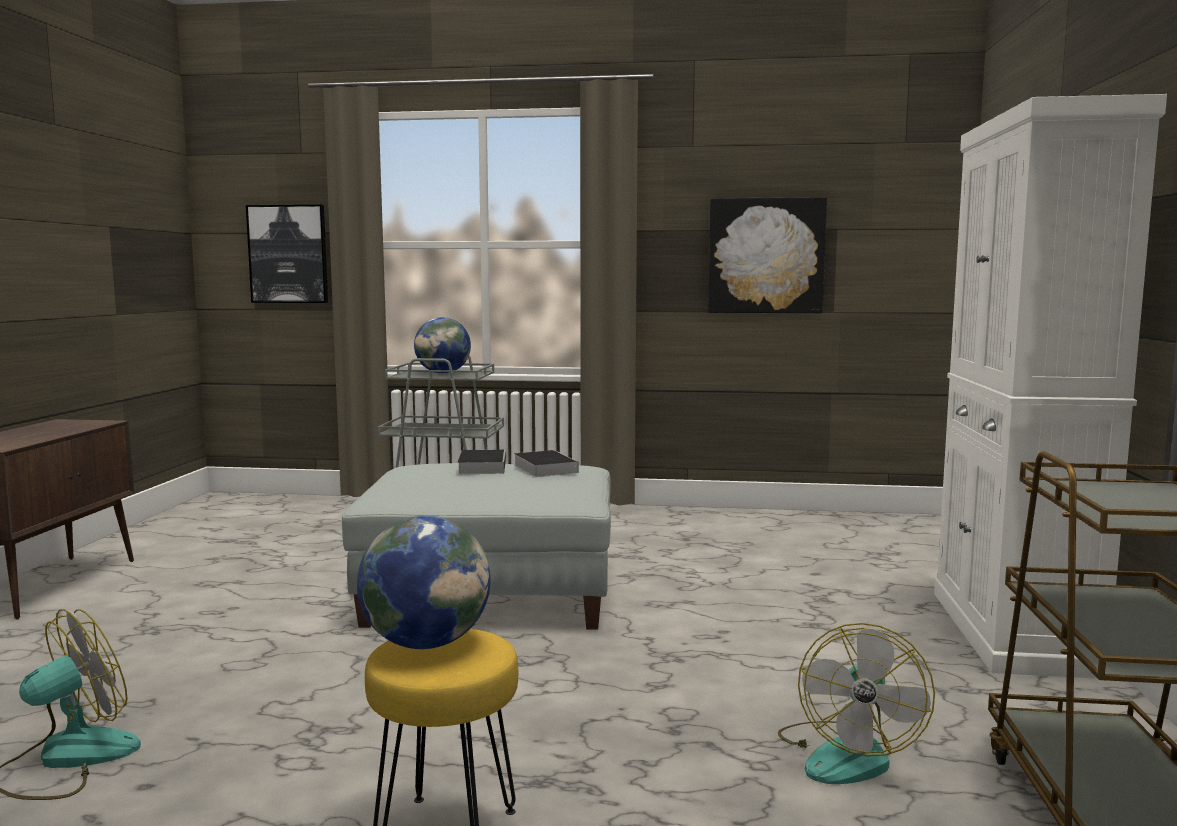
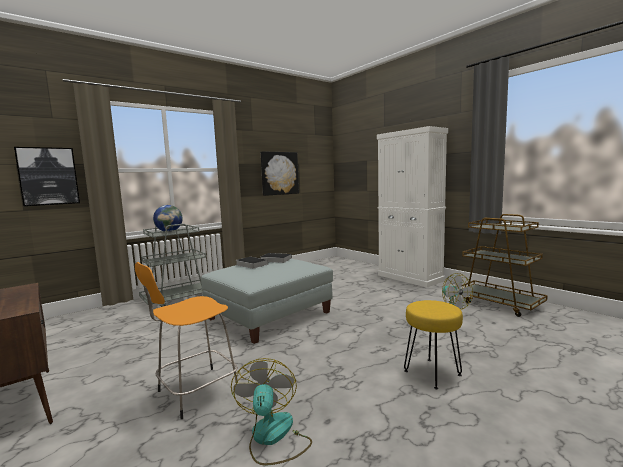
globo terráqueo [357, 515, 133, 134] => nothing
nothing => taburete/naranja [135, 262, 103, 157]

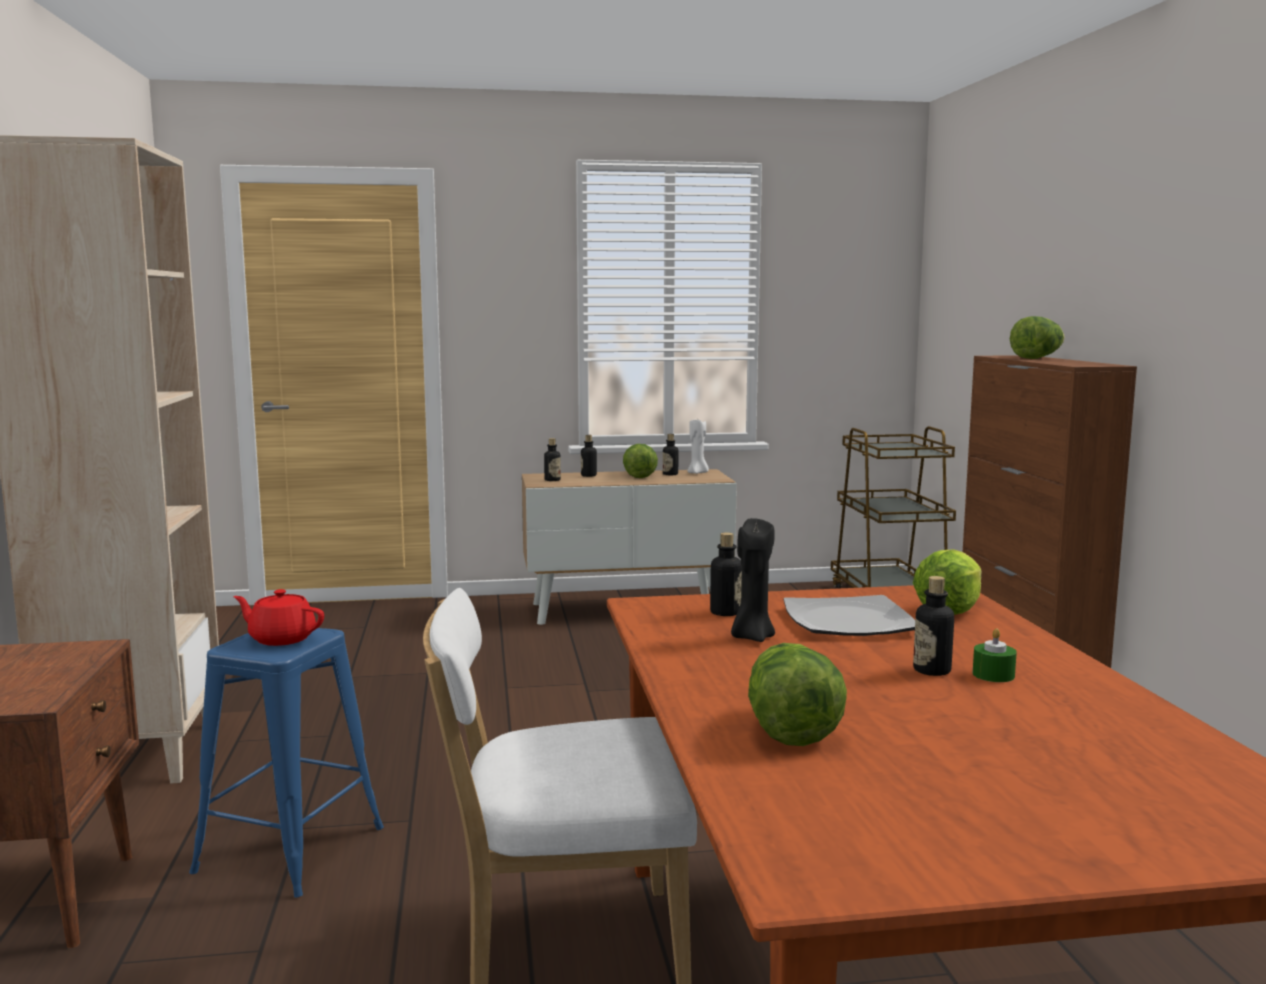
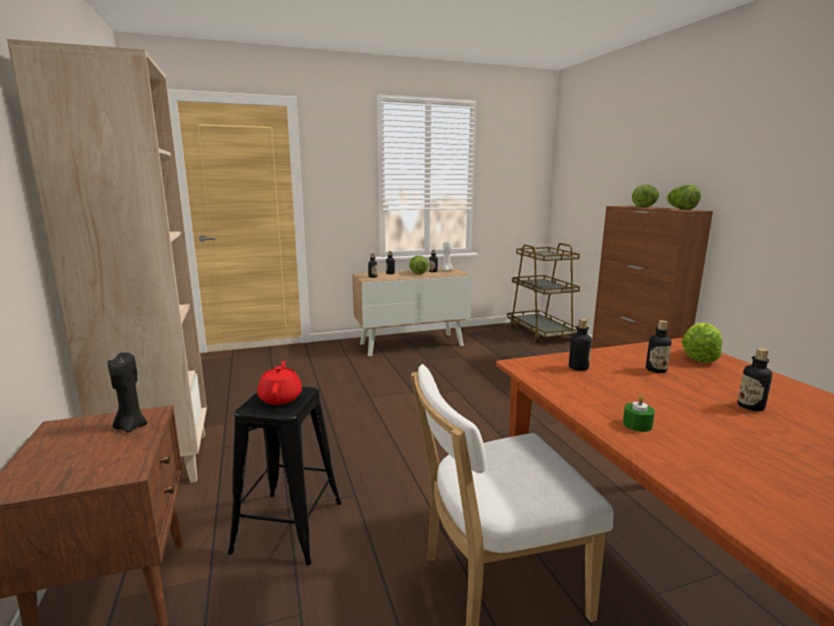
vela/negro [731, 518, 44, 124] => vela/negro [108, 352, 39, 81], move
lechuga [748, 643, 99, 103] => lechuga [666, 185, 35, 25], move
vela/verde [972, 629, 45, 53] => vela/verde [623, 395, 32, 37], move
plato [783, 595, 132, 41] => botella [646, 320, 25, 53]
taburete/azul [189, 628, 195, 270] => taburete/negro [228, 387, 114, 179]
tetera/rojo [233, 589, 91, 57] => tetera/rojo [257, 361, 45, 44], 75 degrees clockwise

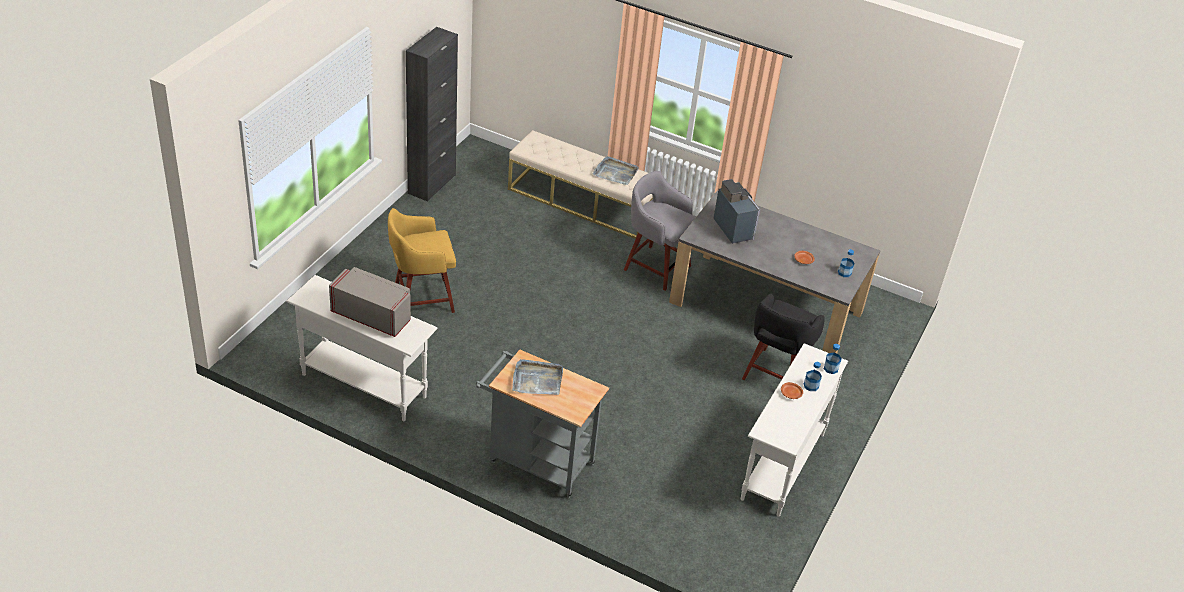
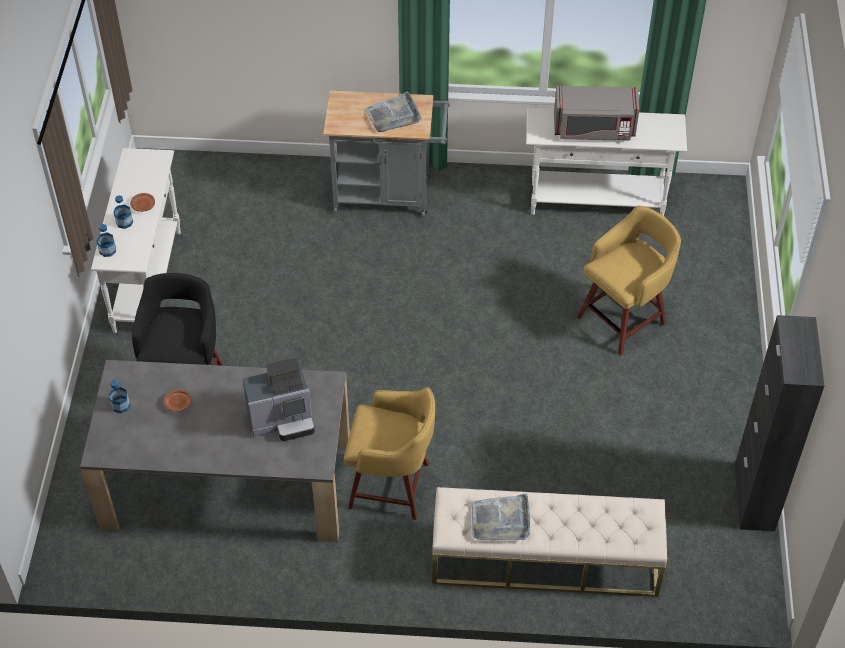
taburete/gris [624, 171, 72, 120] => taburete/amarillo [344, 387, 91, 133]
cafetera [713, 179, 47, 65] => cafetera [242, 358, 73, 83], 60 degrees counterclockwise

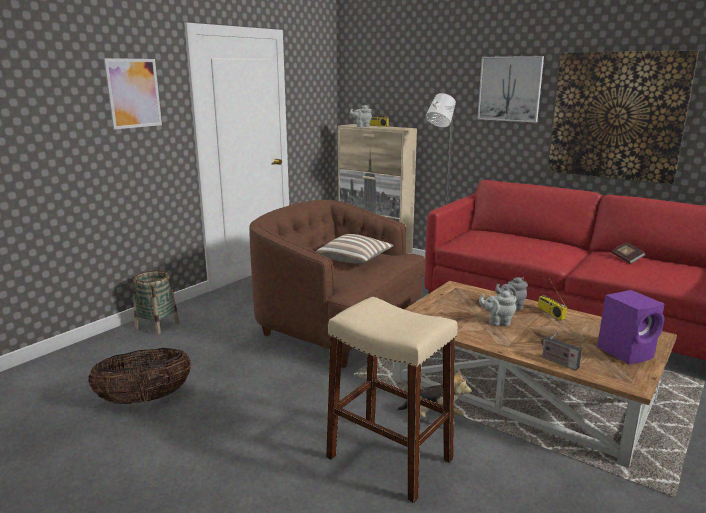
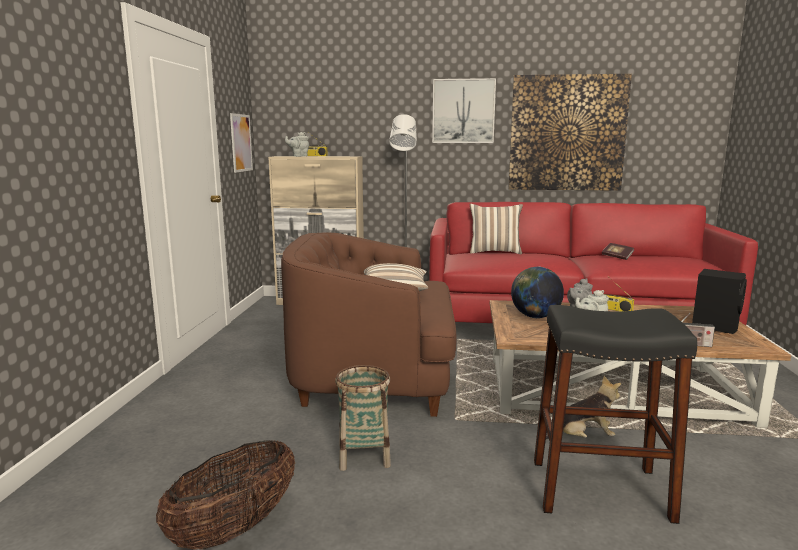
nothing => cojín [470, 204, 53, 50]
nothing => globo terráqueo [511, 266, 53, 52]
cuadro [104, 58, 58, 71] => cuadro [230, 113, 23, 60], move
cesta [133, 270, 46, 65] => cesta [335, 365, 56, 106], move
taburete/beis [326, 297, 132, 206] => taburete/negro [534, 305, 163, 219]
altavoz/morado [597, 290, 68, 74] => altavoz/negro [692, 269, 55, 65]

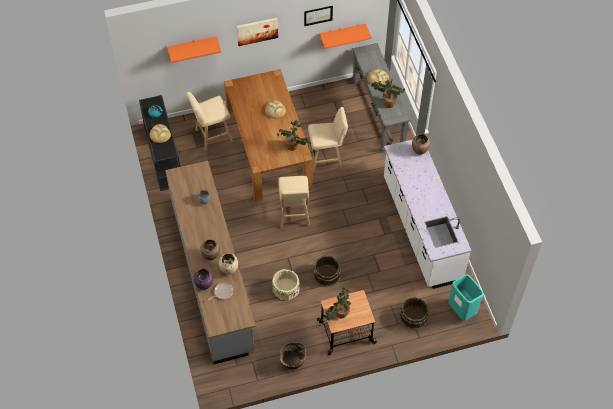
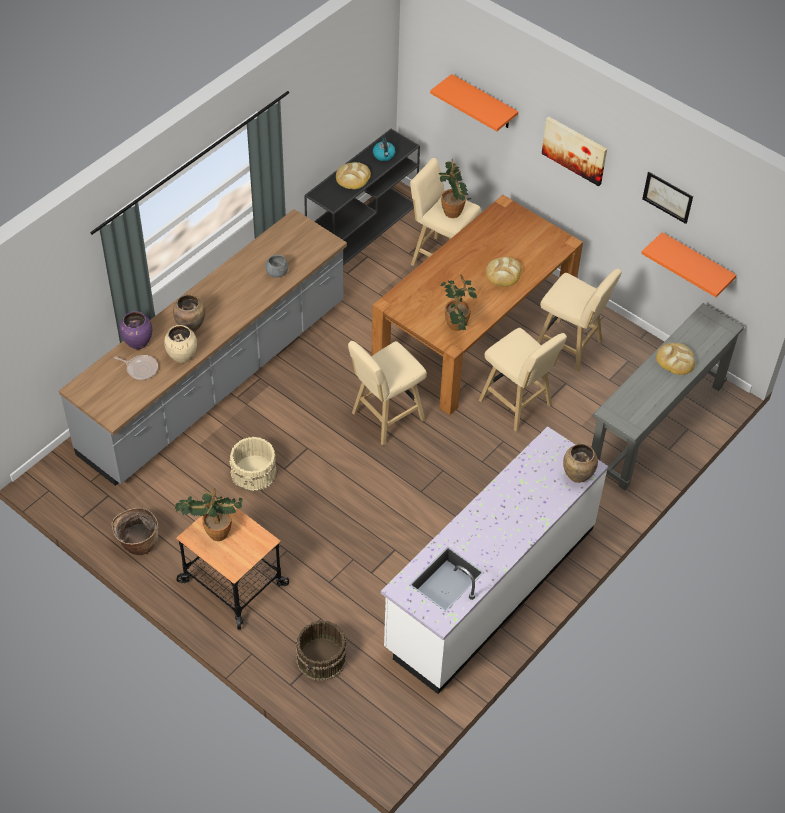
cubo/marrón [313, 255, 28, 32] => nothing
papelera/turquesa [449, 274, 35, 47] => nothing
nothing => taburete/beis [537, 269, 85, 104]
planta en maceta [371, 78, 34, 30] => planta en maceta [439, 159, 33, 59], move

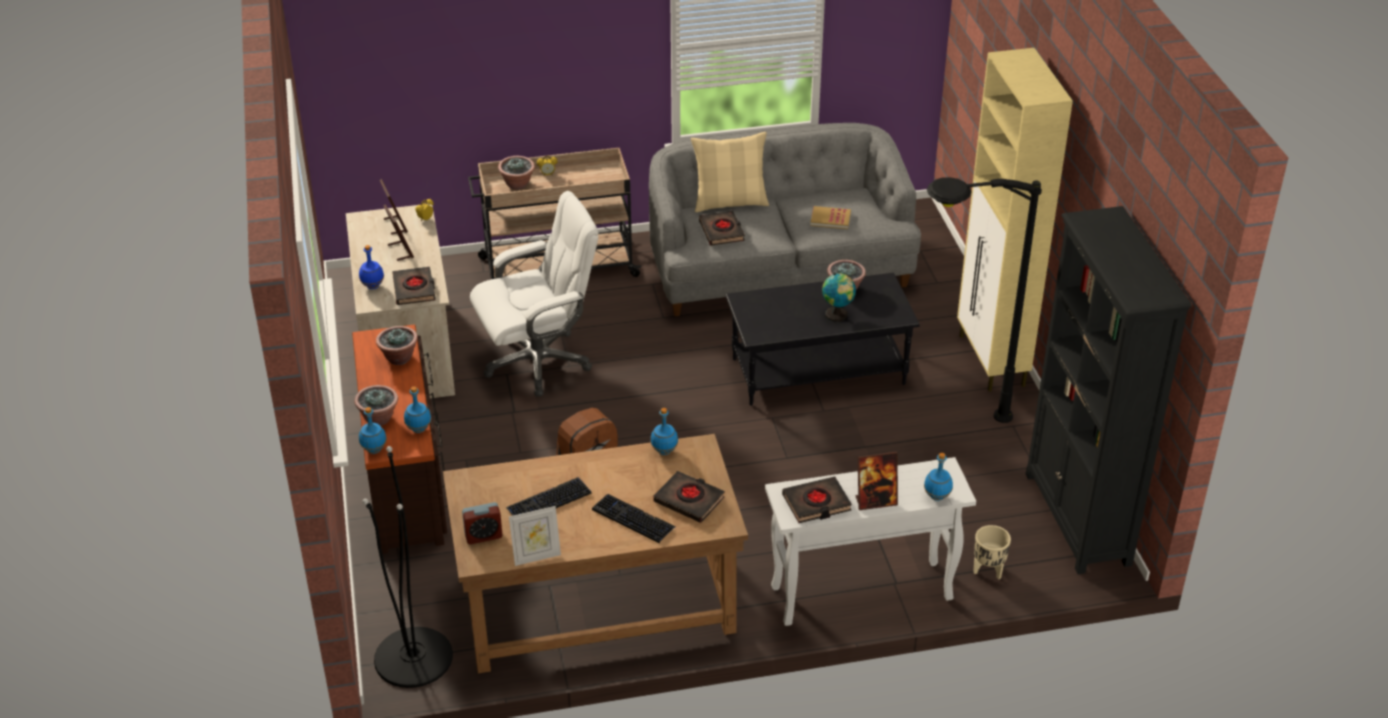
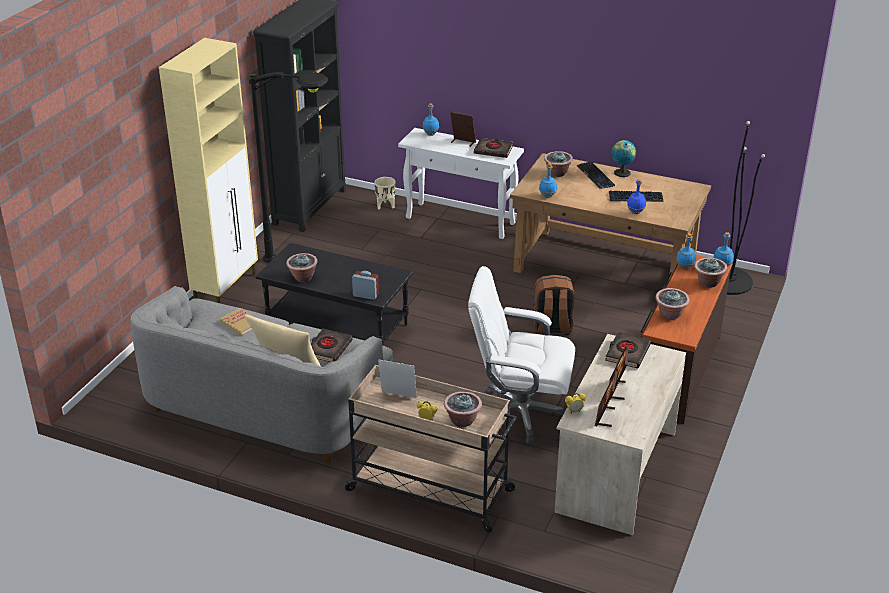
botella/azul [359, 245, 25, 44] => botella/azul [627, 179, 19, 35], move
despertador [462, 502, 40, 42] => despertador [352, 271, 27, 29], move
portarretratos [509, 506, 52, 60] => portarretratos [378, 359, 39, 39], move
globo terráqueo [822, 273, 34, 48] => globo terráqueo [612, 140, 24, 37], move
libro/negro [653, 471, 72, 52] => planta en maceta [544, 151, 29, 26]

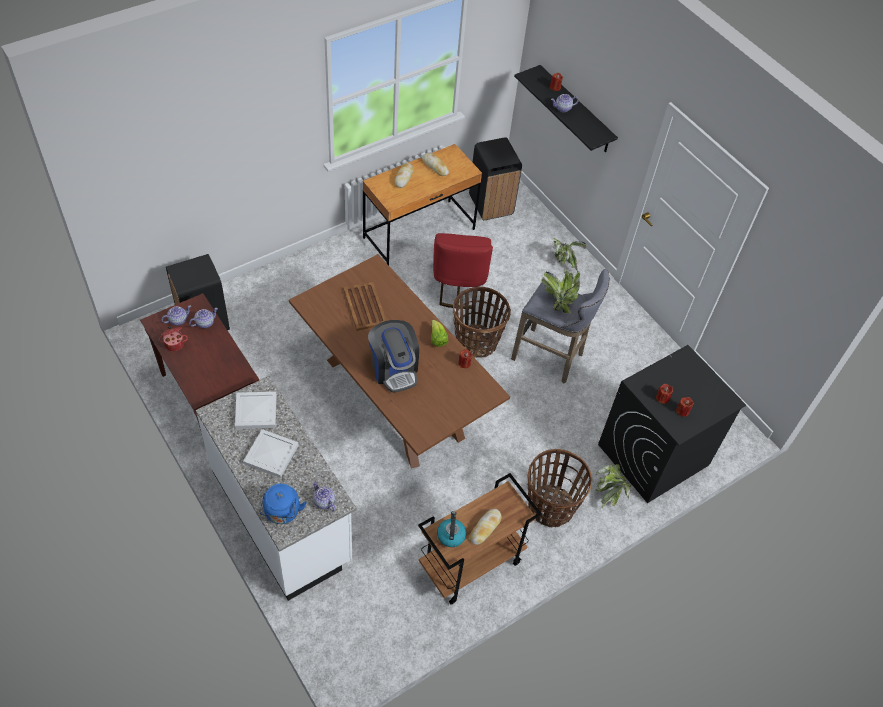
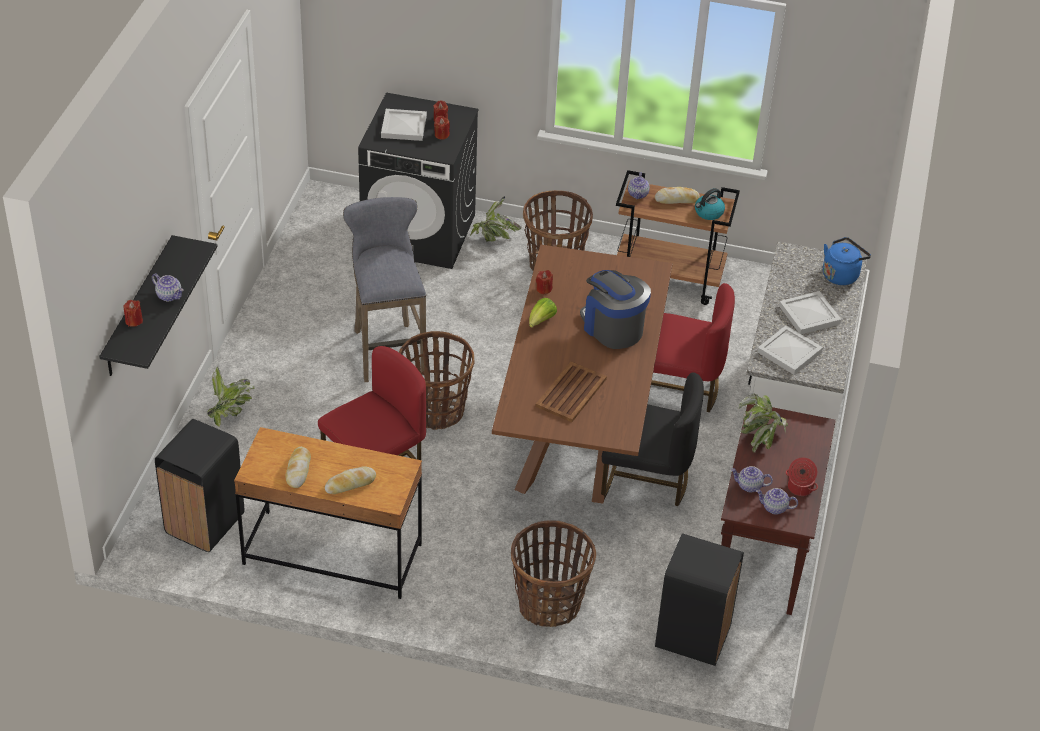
nothing => bandeja/blanco [381, 109, 46, 32]
nothing => cesta [511, 520, 85, 107]
nothing => silla/negro [601, 372, 103, 134]
nothing => silla/rojo [651, 283, 84, 129]
tetera [313, 481, 22, 30] => tetera [628, 172, 22, 27], move
planta en maceta [542, 269, 39, 44] => planta en maceta [739, 394, 49, 59], move
cafetera [368, 320, 51, 73] => cafetera [580, 270, 71, 79], 60 degrees counterclockwise

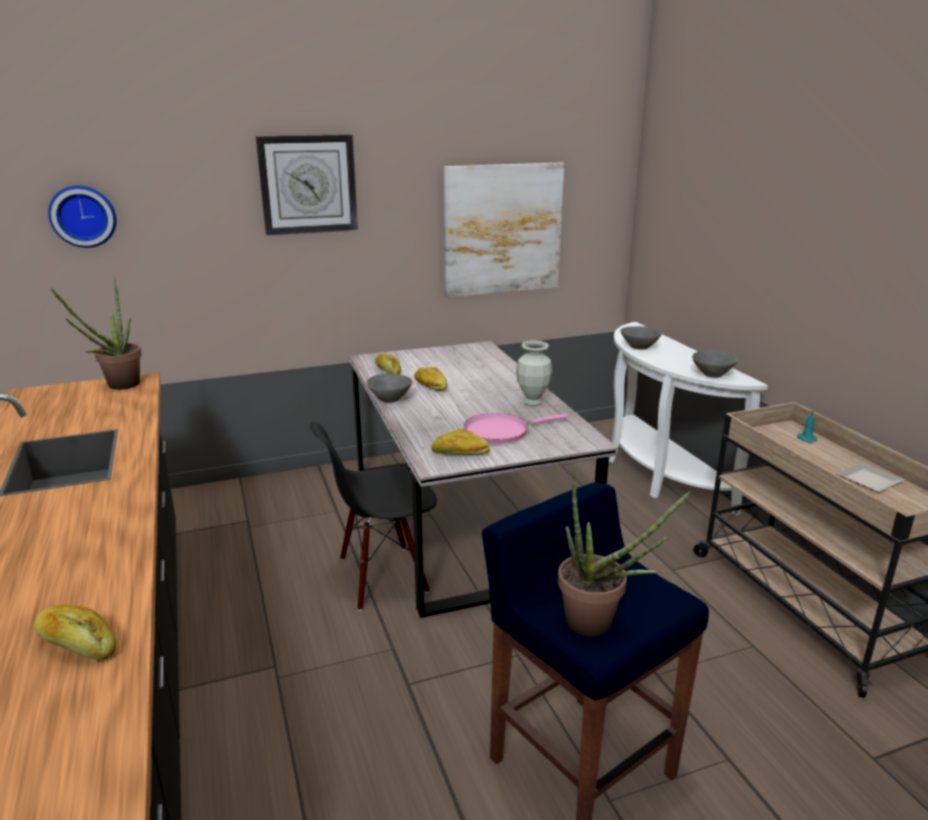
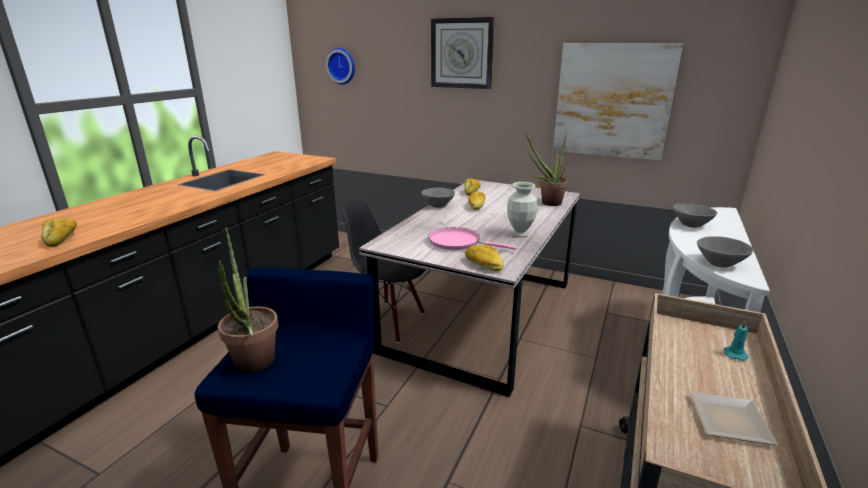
planta en maceta [51, 276, 91, 114] => planta en maceta [525, 132, 44, 74], move
pan [431, 429, 59, 26] => pan [465, 245, 39, 26], move

